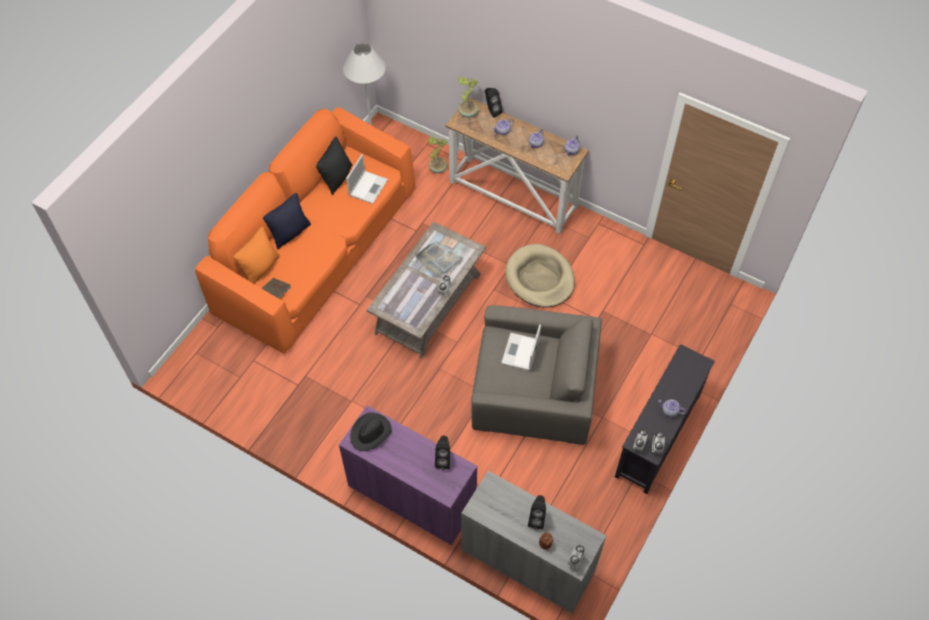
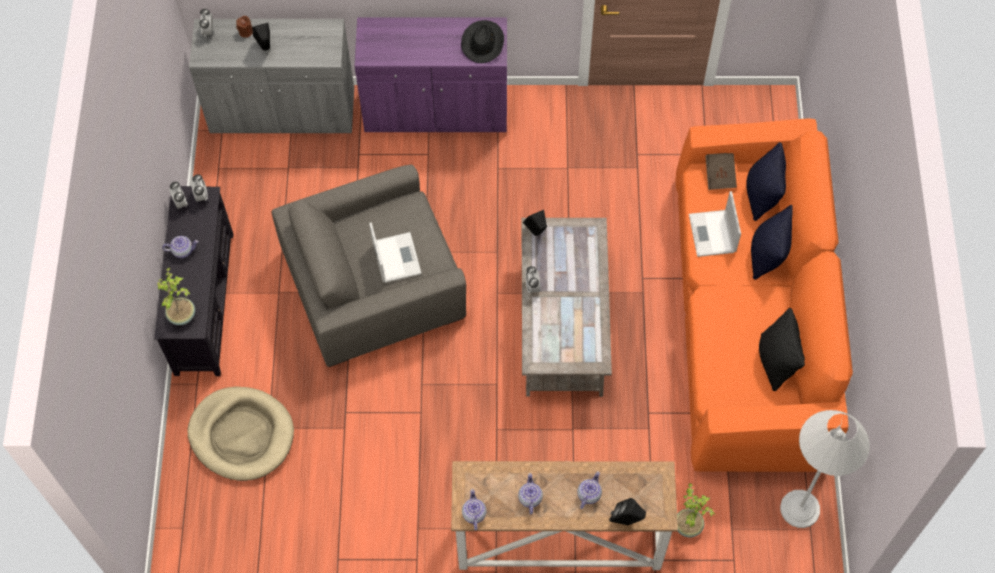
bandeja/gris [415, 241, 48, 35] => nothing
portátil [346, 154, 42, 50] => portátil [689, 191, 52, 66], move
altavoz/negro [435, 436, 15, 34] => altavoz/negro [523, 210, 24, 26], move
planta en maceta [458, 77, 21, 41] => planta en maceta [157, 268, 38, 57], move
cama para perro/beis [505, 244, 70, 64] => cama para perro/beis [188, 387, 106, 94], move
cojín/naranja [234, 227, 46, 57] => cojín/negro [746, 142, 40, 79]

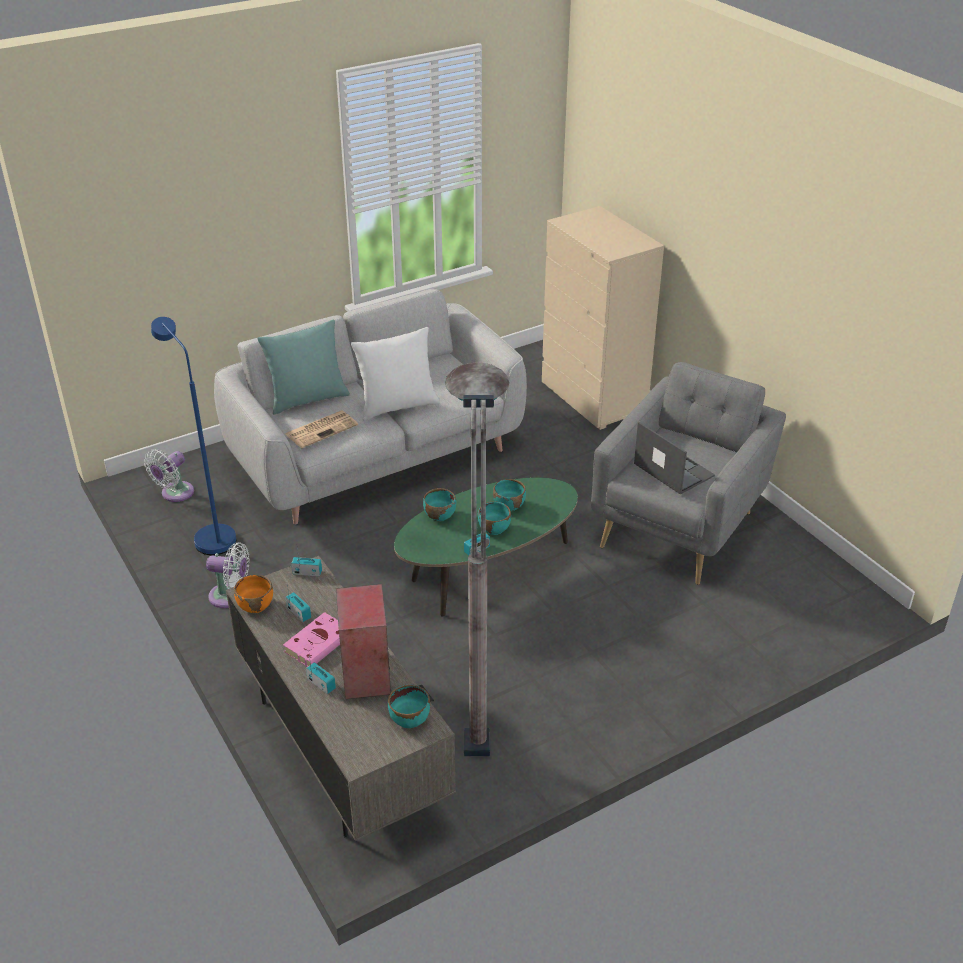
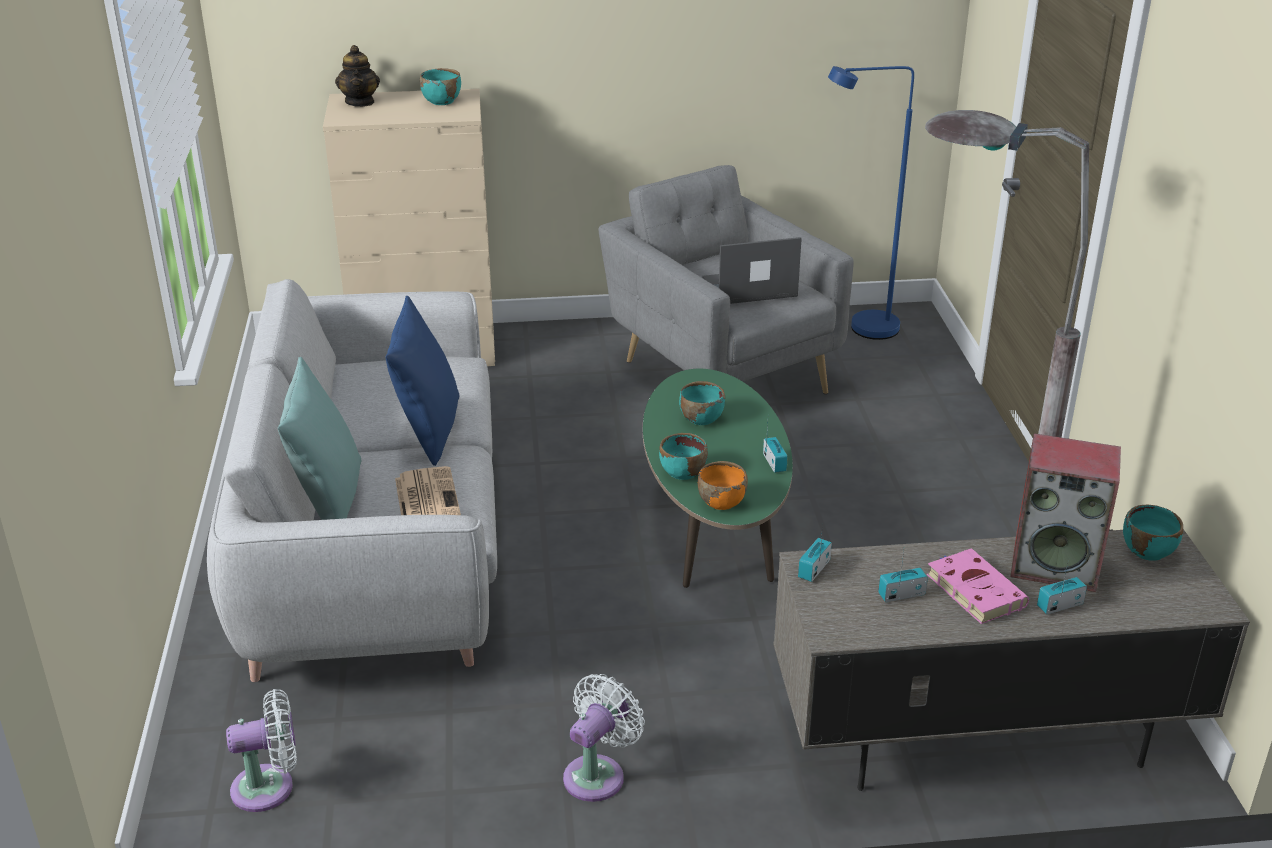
nothing => tetera [335, 45, 45, 62]
lámpara de pie/azul [151, 317, 85, 238] => lámpara de pie/azul [828, 66, 86, 274], move
cuenco/naranja [234, 575, 39, 38] => cuenco/naranja [698, 461, 50, 49], move
cuenco/turquesa [478, 501, 33, 34] => cuenco/turquesa [420, 68, 41, 37], move
cojín/blanco [351, 327, 89, 93] => cojín/azul [386, 296, 73, 170]
ventilador/blanco [144, 449, 50, 53] => ventilador/blanco [226, 689, 71, 123], 75 degrees counterclockwise

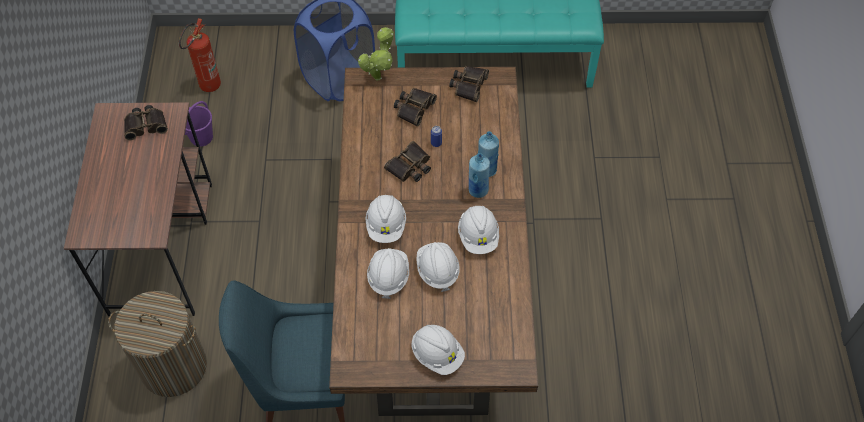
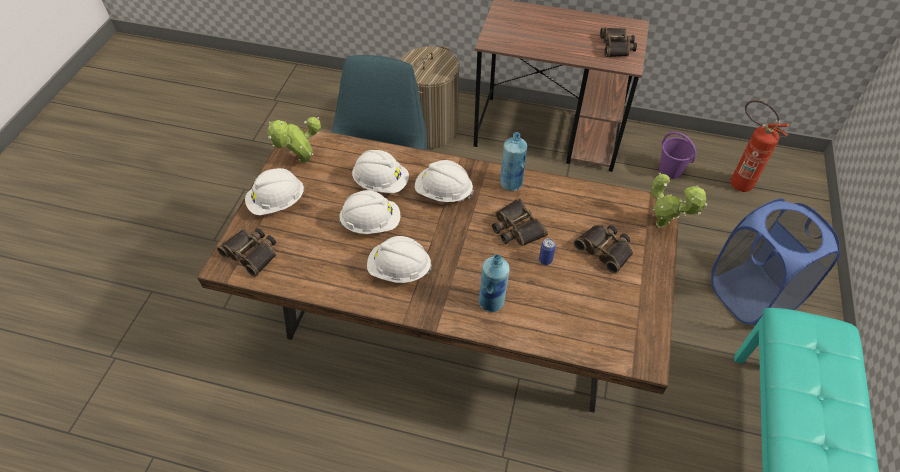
nothing => planta en maceta [267, 117, 54, 46]
prismáticos [449, 66, 40, 36] => prismáticos [217, 228, 59, 49], move
botella/azul [469, 153, 21, 45] => botella/azul [500, 132, 27, 59], move

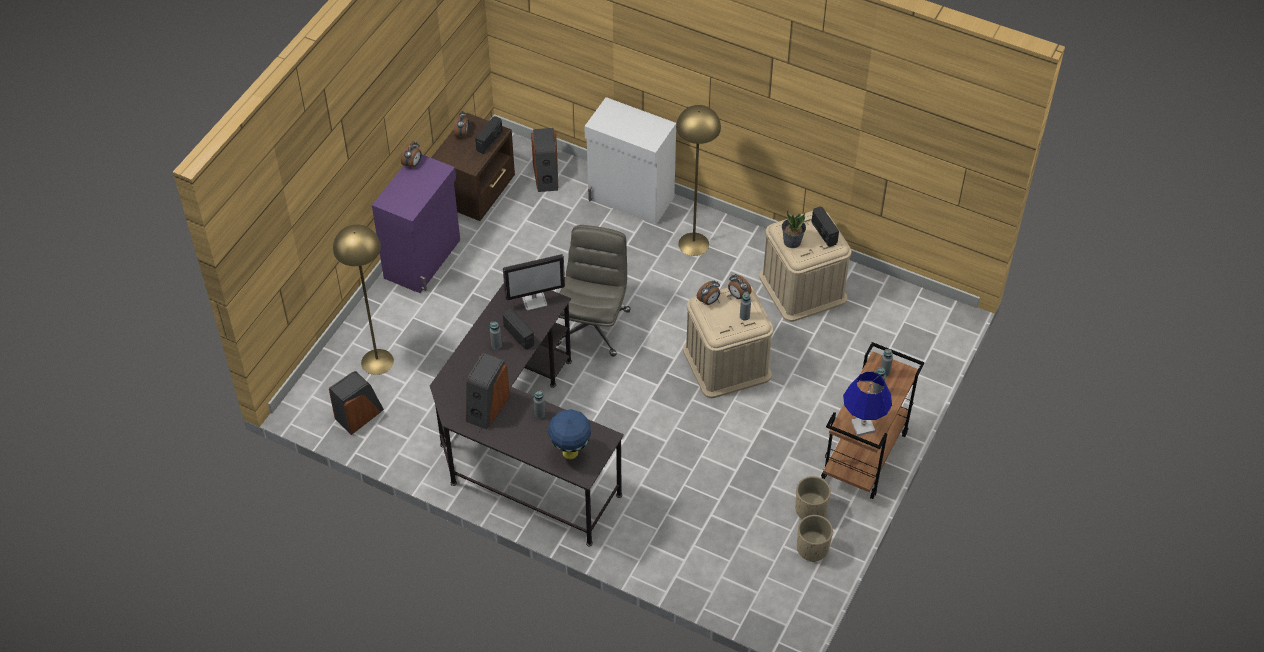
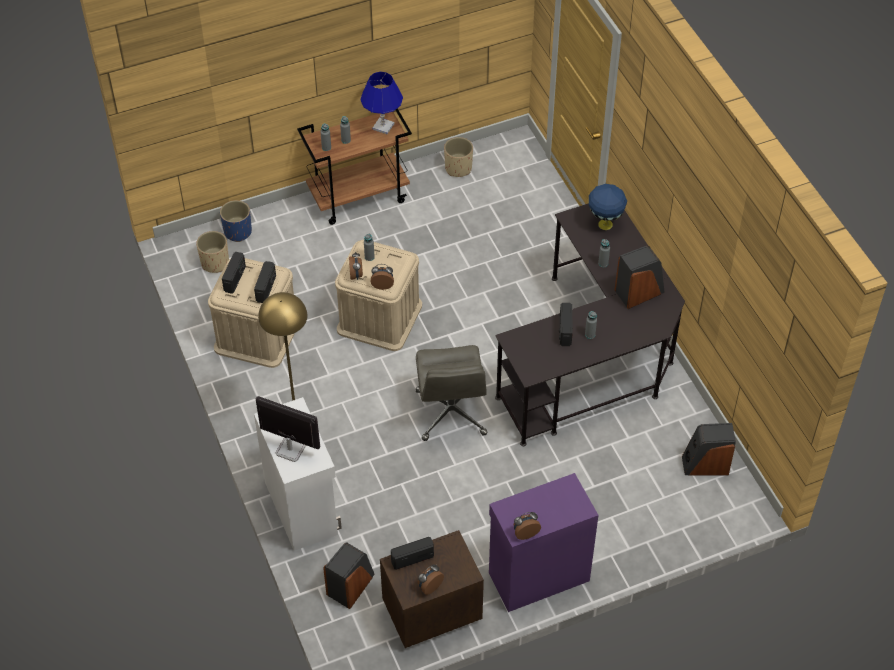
lámpara de pie/amarillo [333, 224, 61, 151] => nothing
nothing => maceta/azul [220, 200, 32, 42]
monitor [503, 254, 62, 57] => monitor [256, 396, 64, 66], move
maceta/beis [795, 476, 36, 43] => maceta/beis [196, 231, 33, 42], move
planta en maceta [782, 211, 24, 37] => radio [254, 261, 22, 42]
silla de oficina/gris [557, 225, 74, 132] => silla de oficina/gris [416, 345, 71, 96], 60 degrees counterclockwise

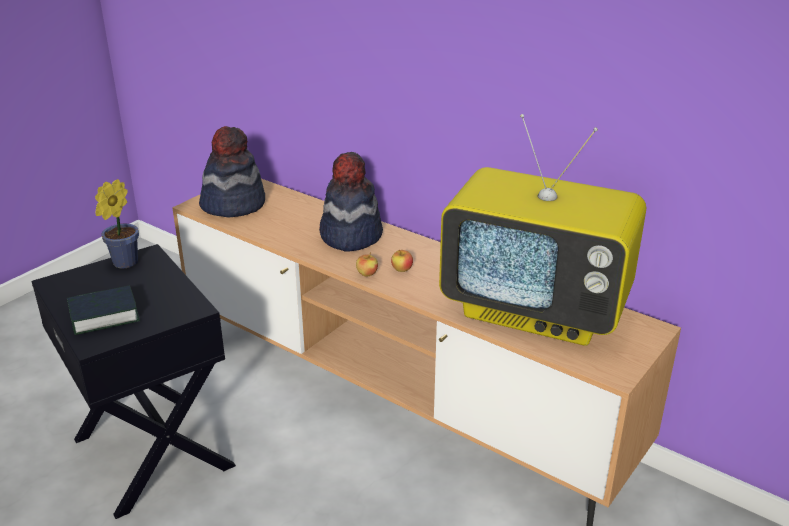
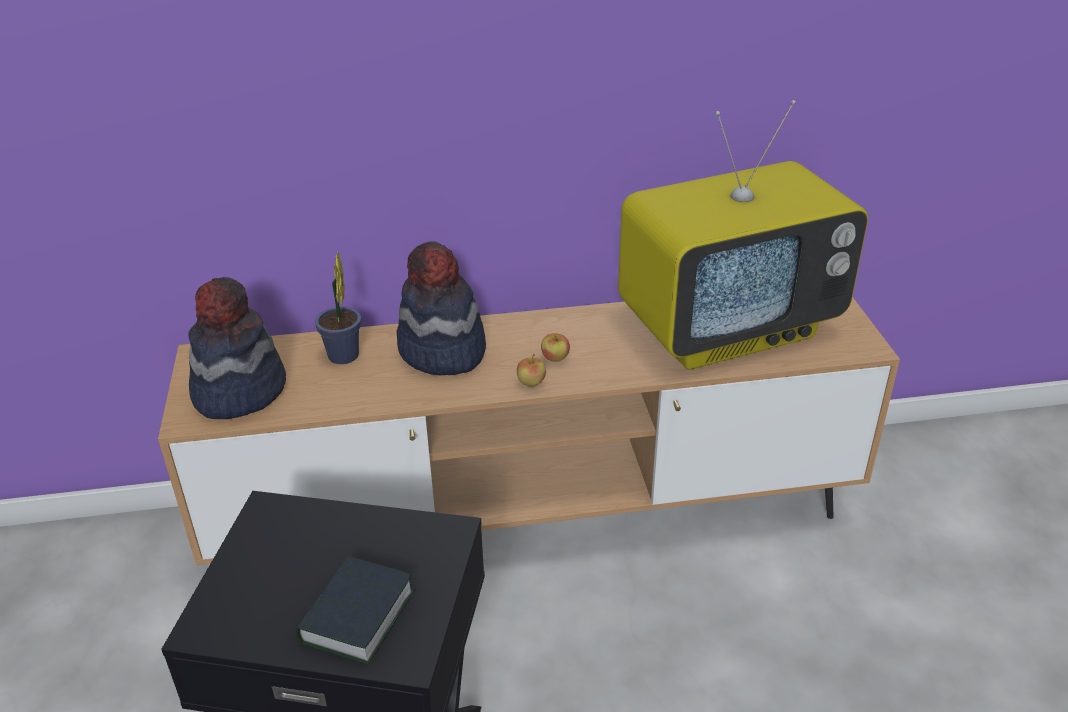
planta en maceta [95, 179, 44, 89] => planta en maceta [315, 252, 46, 112], move

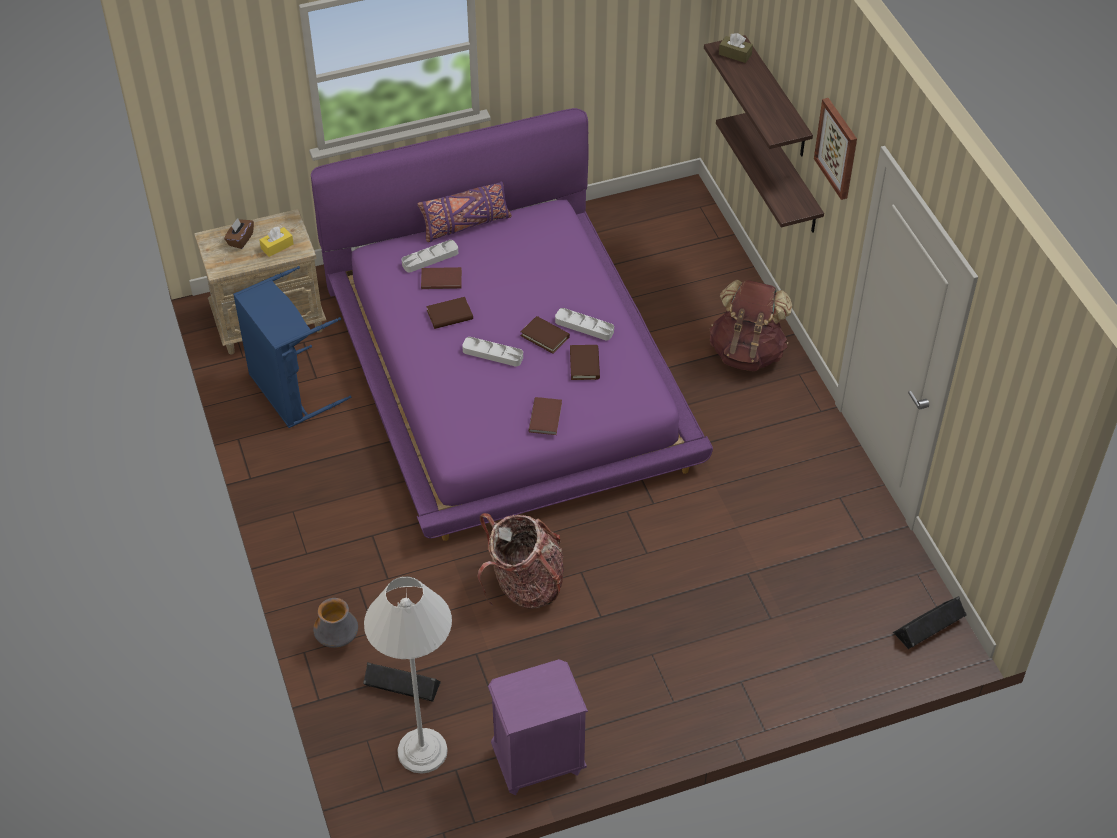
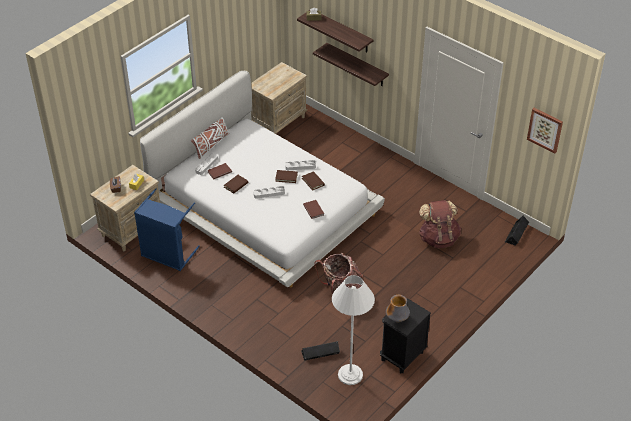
nothing => mesita de noche/beis [251, 62, 57, 72]
florero [313, 598, 45, 50] => florero [386, 295, 24, 28], move
mochila/marrón [709, 280, 83, 91] => mochila/marrón [419, 200, 42, 48], move
cuadro [814, 98, 43, 102] => cuadro [527, 108, 36, 45], move
cama/morado [311, 108, 402, 433] => cama/blanco [140, 71, 245, 216]
cojín/morado [417, 182, 95, 60] => cojín/blanco [191, 117, 38, 42]
mesita de noche/morado [488, 659, 100, 136] => mesita de noche/negro [380, 298, 51, 75]

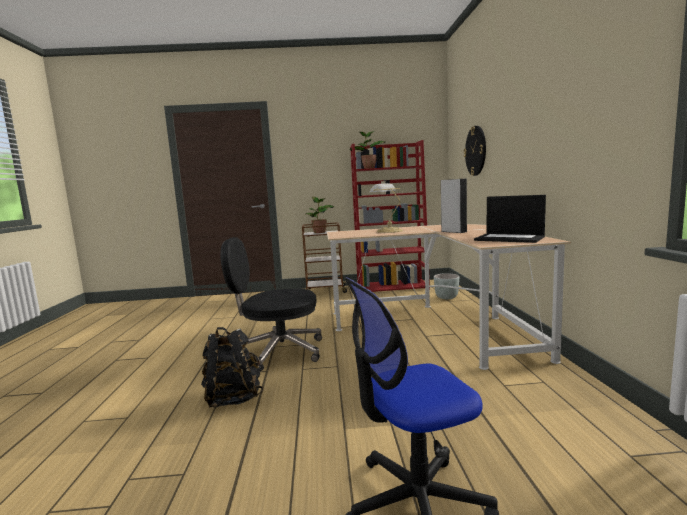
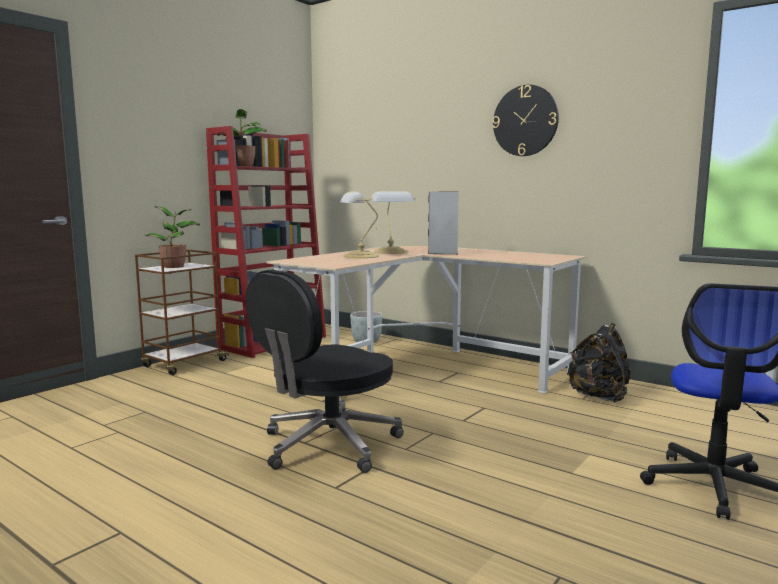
portátil [474, 195, 72, 48] => nothing
nothing => lámpara de mesa [368, 191, 47, 63]
mochila/negro [201, 327, 62, 81] => mochila/negro [567, 323, 64, 79], move
reloj de pared [464, 126, 22, 50] => reloj de pared [492, 84, 67, 72], move

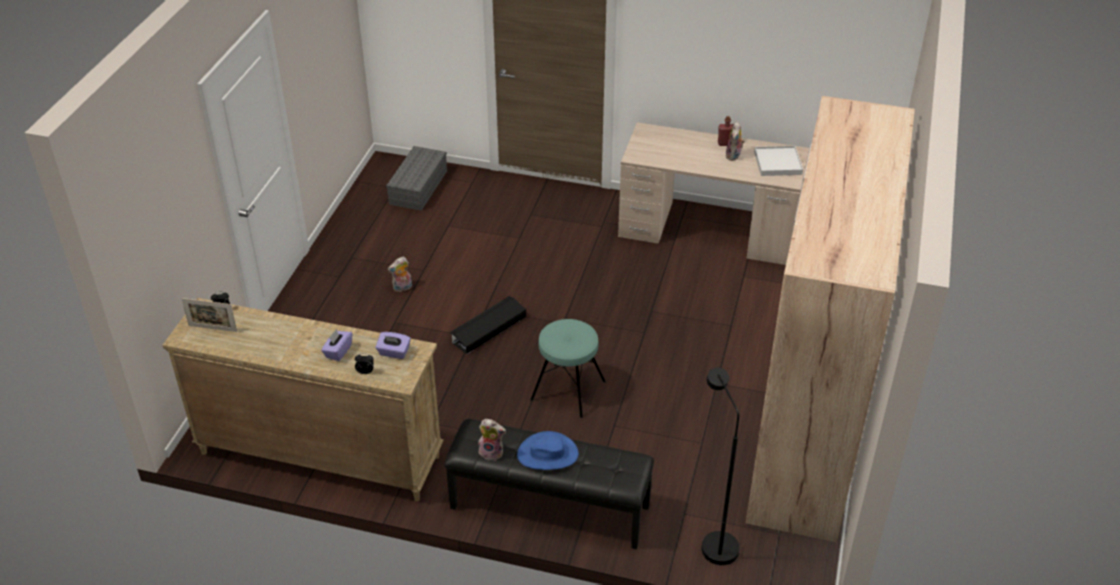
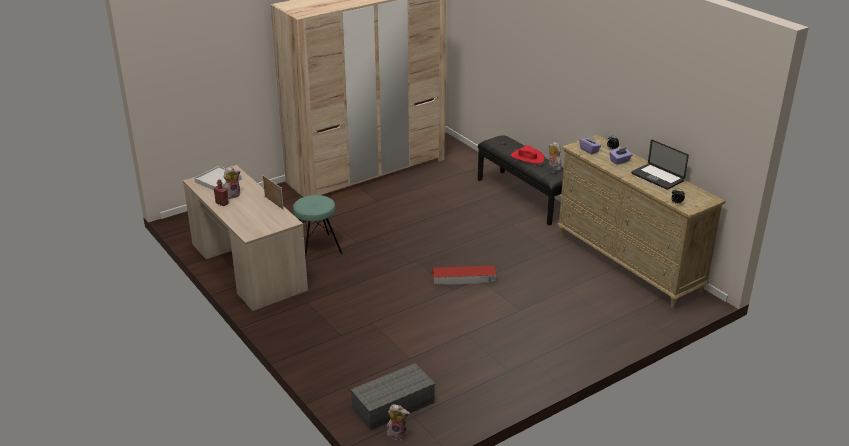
lámpara de pie/negro [701, 367, 39, 198] => nothing
nothing => portátil [631, 140, 58, 50]
portarretratos [181, 298, 56, 34] => portarretratos [263, 175, 21, 35], move
peluche [388, 257, 24, 35] => peluche [387, 404, 23, 36], move
taburete/turquesa [530, 319, 76, 99] => taburete/turquesa [293, 195, 49, 63], move
caja de almacenaje/negro [449, 296, 77, 58] => caja de almacenaje/rojo [433, 266, 63, 19]
sombrero/azul [517, 431, 62, 39] => sombrero/rojo [511, 146, 34, 18]

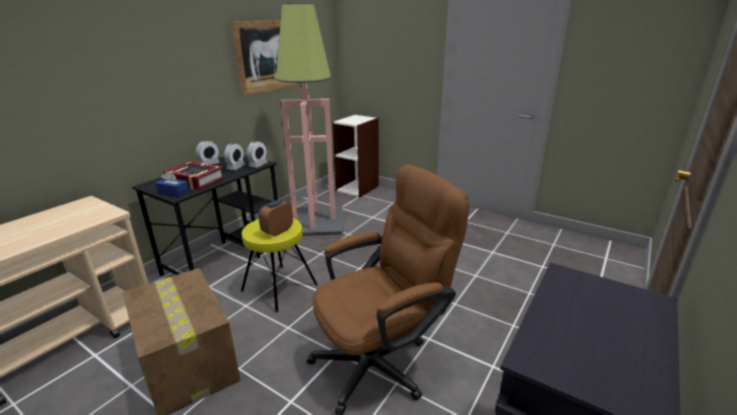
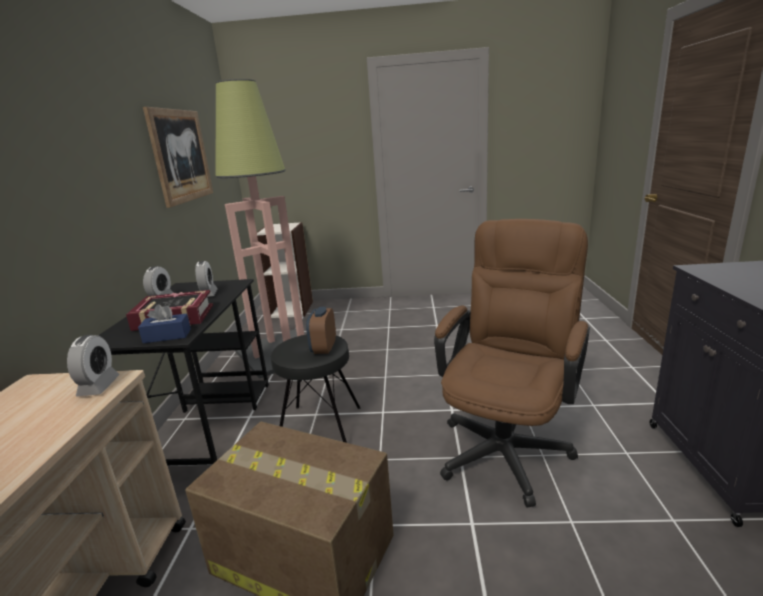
despertador [247, 141, 21, 27] => despertador [67, 335, 53, 62], move
taburete/amarillo [241, 218, 77, 95] => taburete/negro [271, 334, 89, 109]

